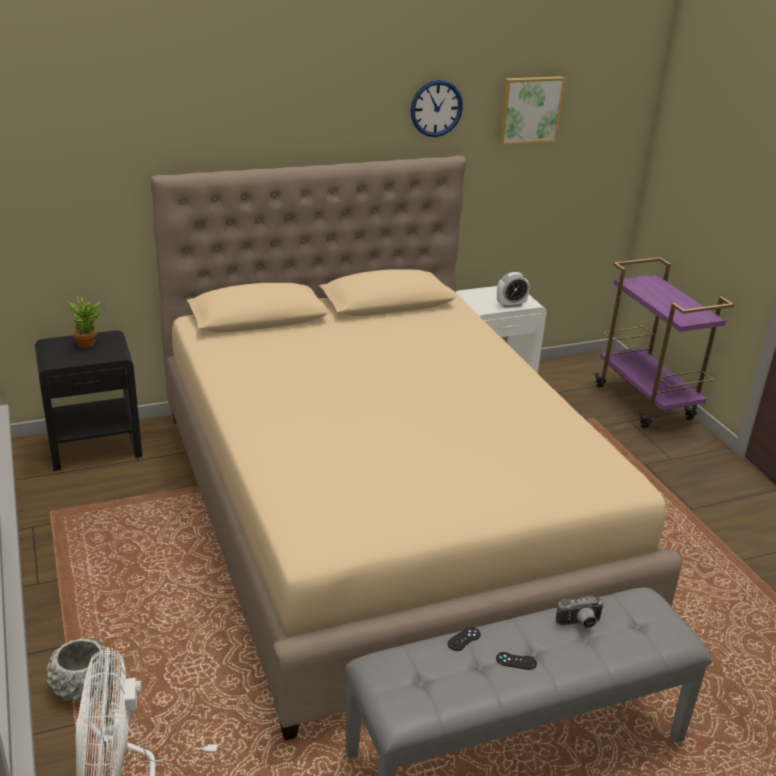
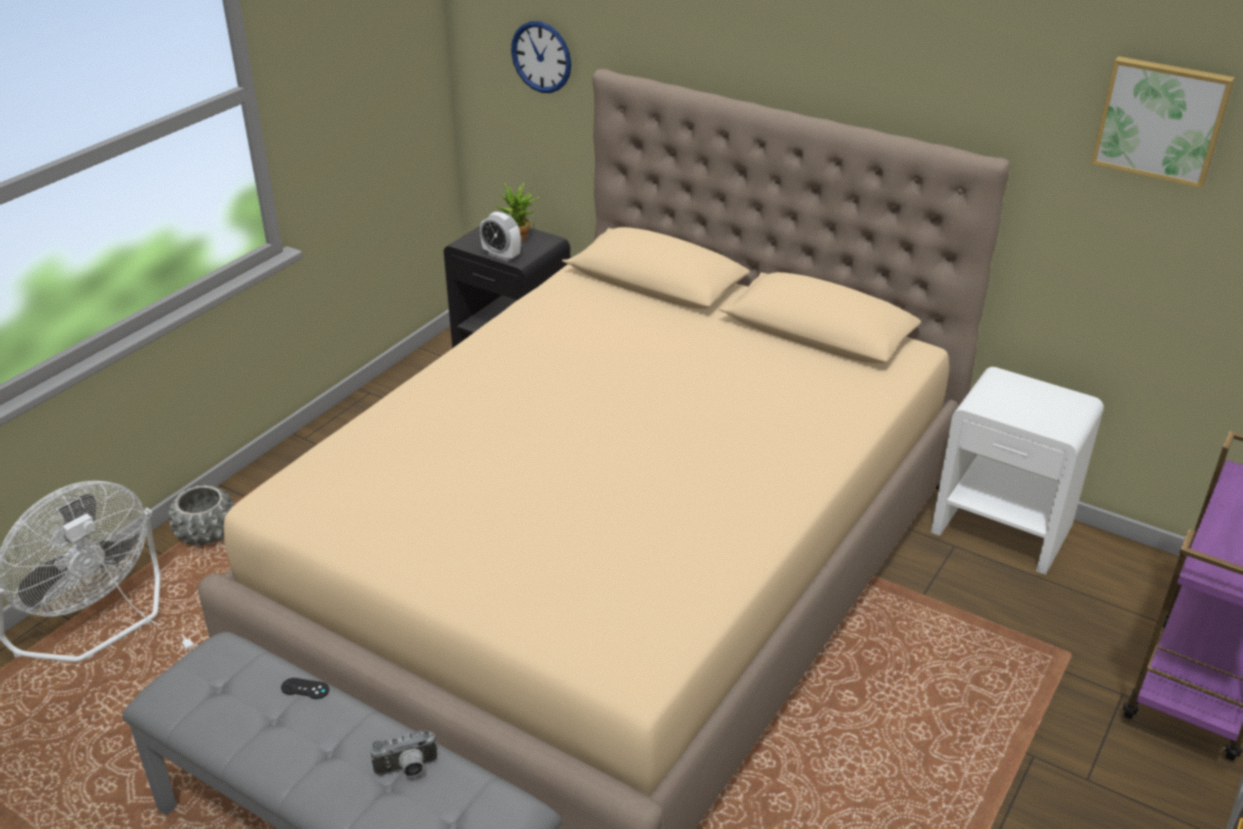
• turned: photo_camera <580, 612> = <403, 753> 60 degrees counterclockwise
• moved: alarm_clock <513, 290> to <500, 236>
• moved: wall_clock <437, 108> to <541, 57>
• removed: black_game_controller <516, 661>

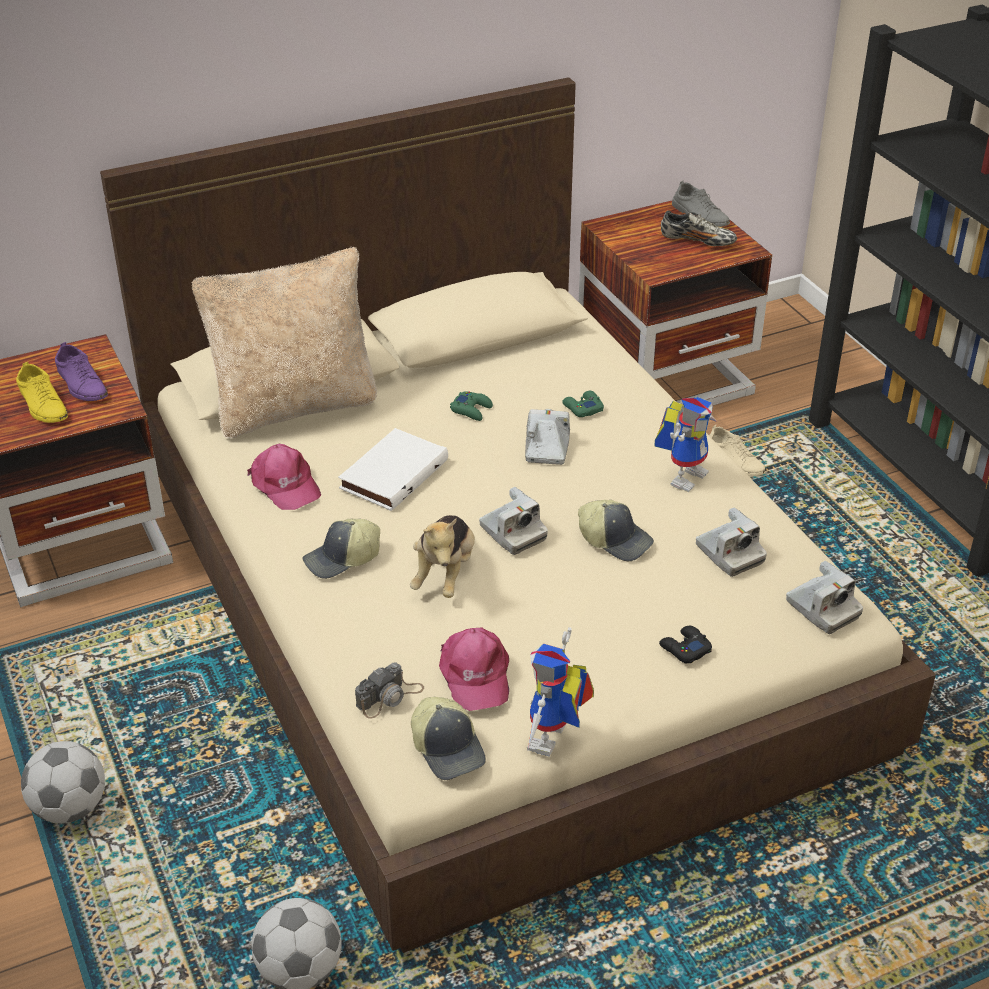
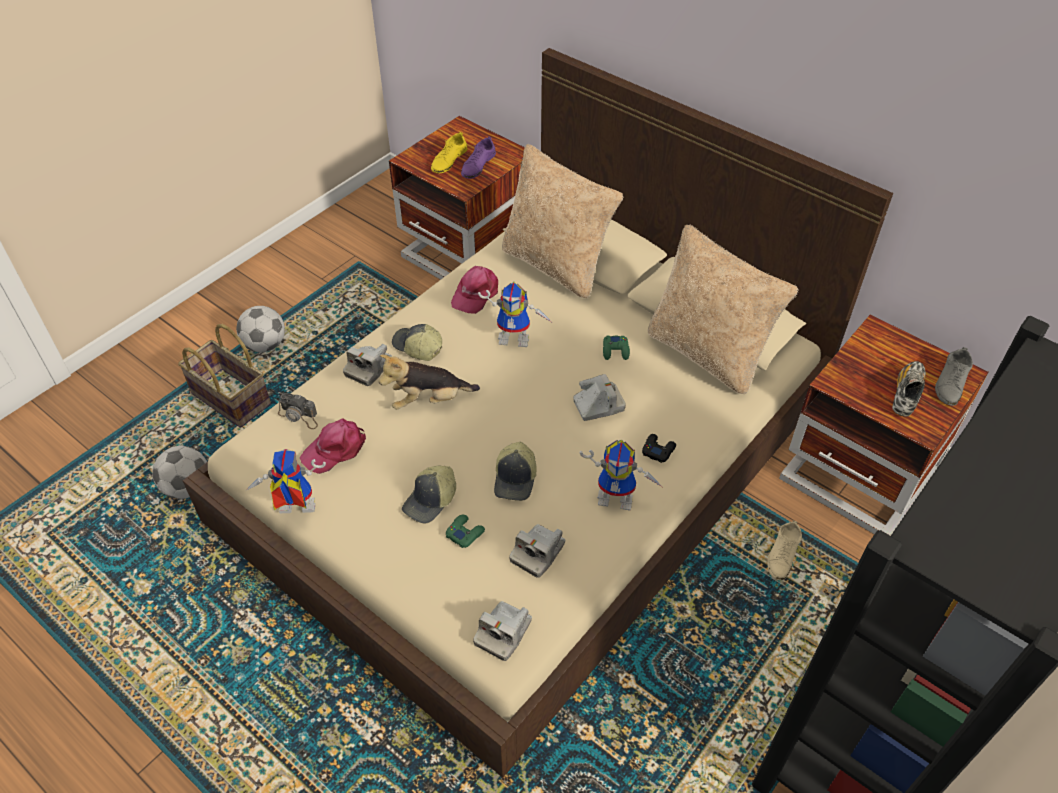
• added: basket <224, 376>
• moved: photo_camera <513, 521> to <367, 365>
• moved: cap <448, 738> to <429, 494>
• moved: green_game_controller <583, 404> to <465, 531>
• replaced: white_book <393, 469> to toy_robot <514, 314>
• moved: black_game_controller <685, 645> to <659, 448>
• added: beige_pillow <723, 309>
• turned: shoe <699, 228> = <909, 389> 150 degrees counterclockwise

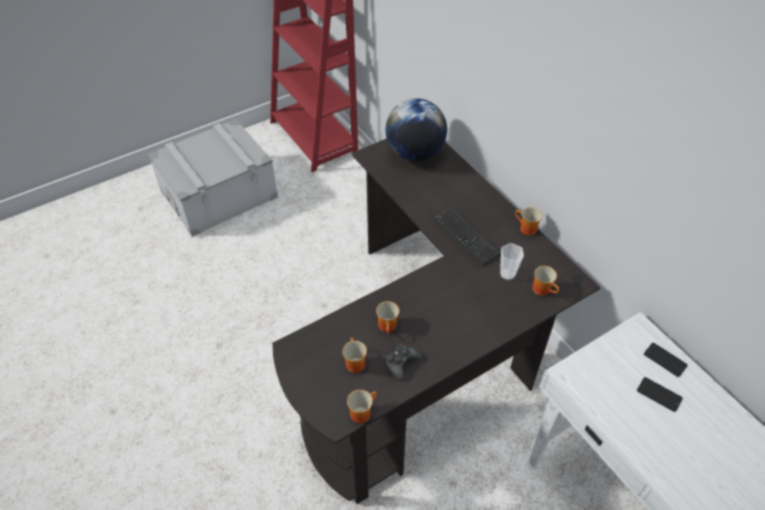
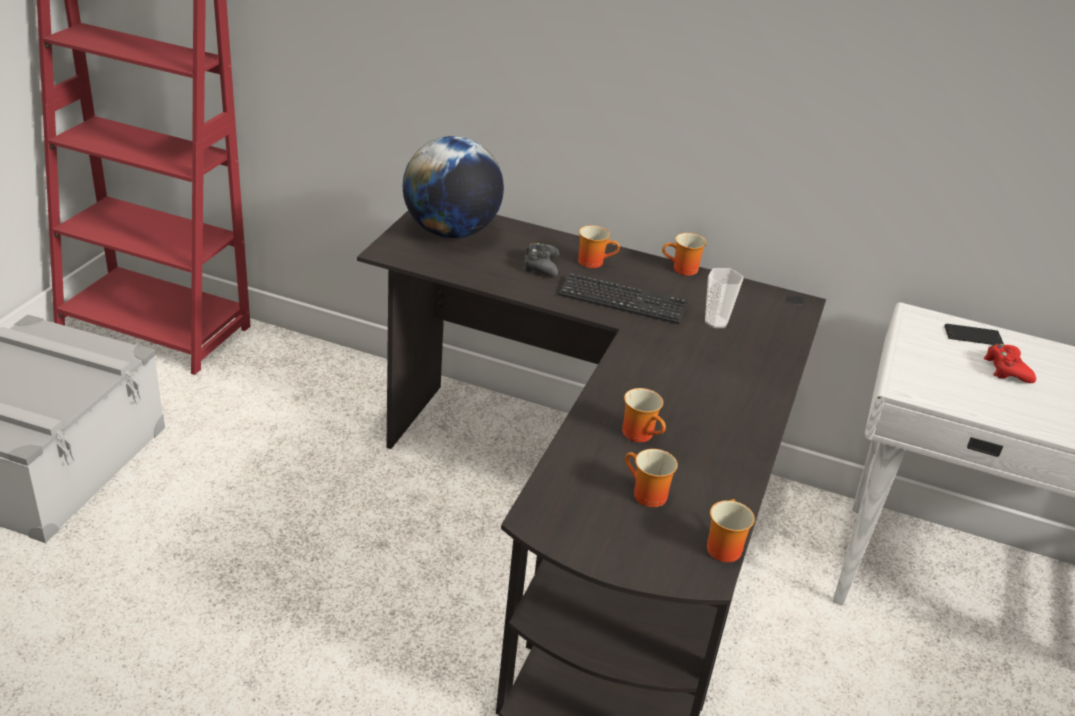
• moved: black_game_controller <402, 362> to <541, 260>
• moved: mug <545, 281> to <599, 246>
• replaced: phone <660, 394> to red_game_controller <1010, 363>

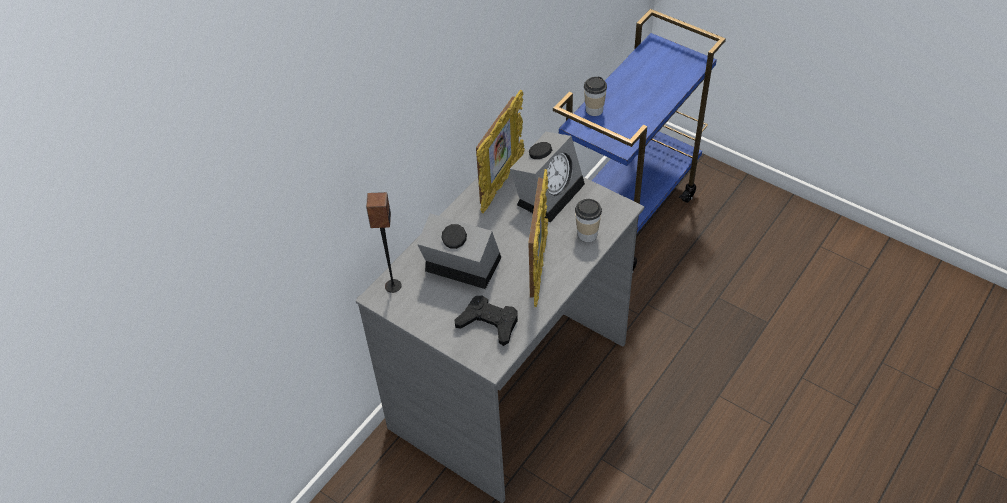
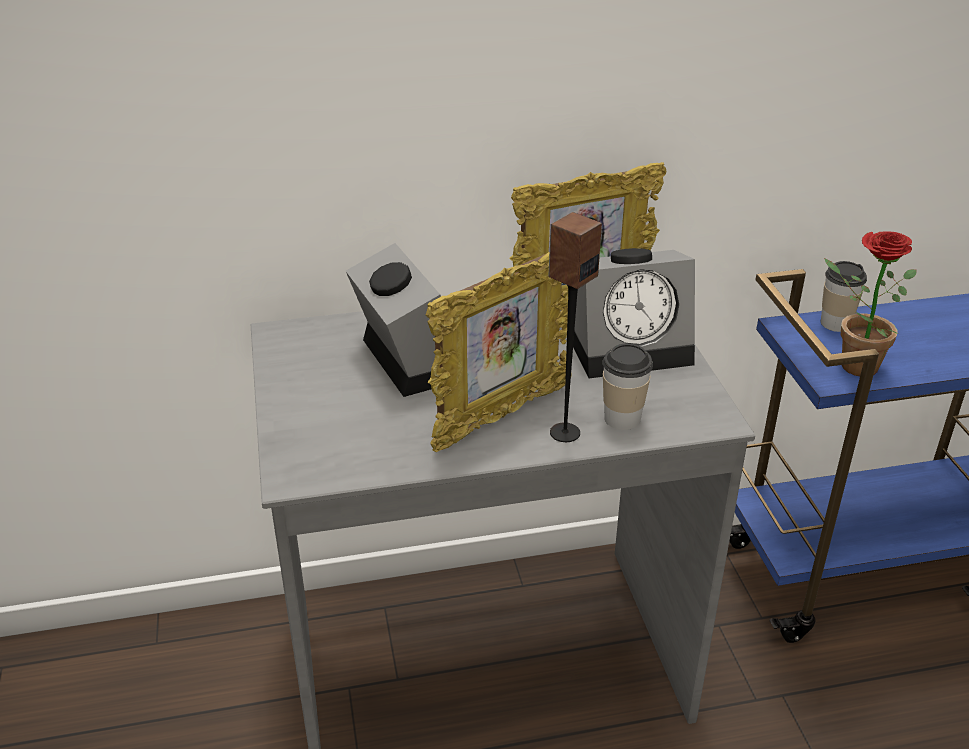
• moved: speaker <384, 242> to <575, 327>
• added: potted_plant <870, 303>
• removed: black_game_controller <486, 321>

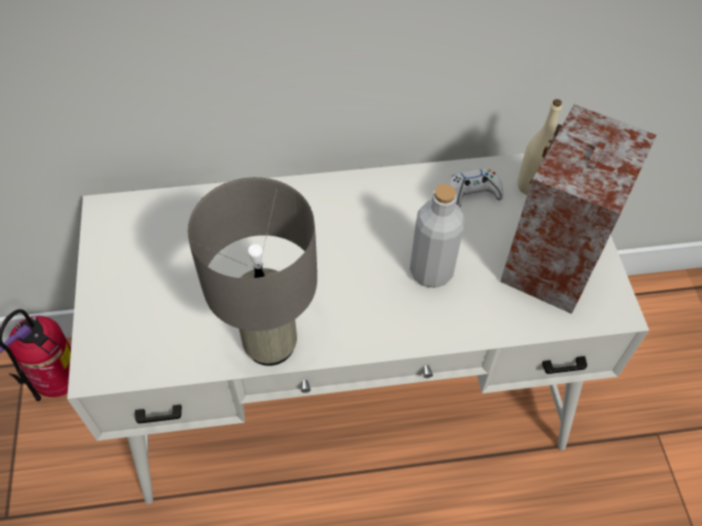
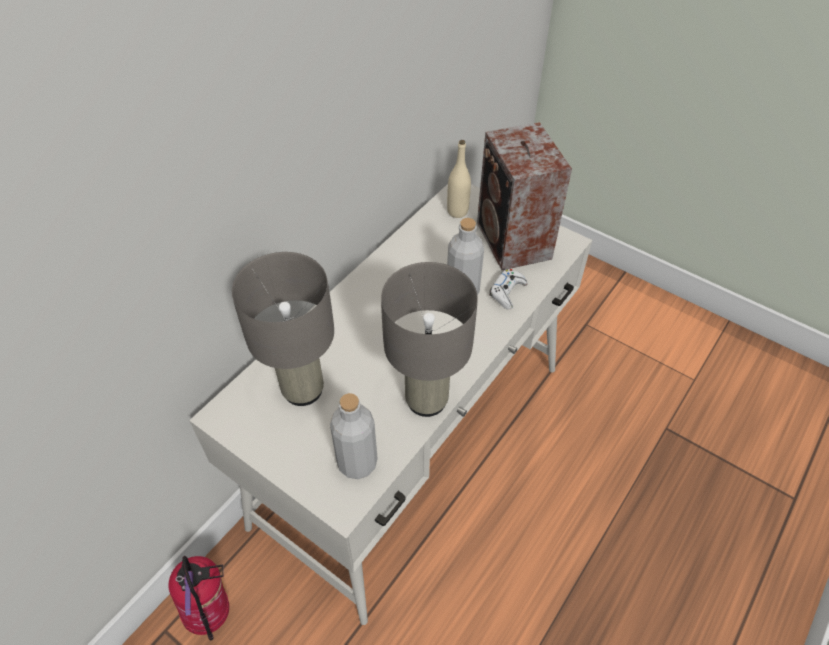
• added: grey_table_lamp <283, 329>
• added: grey_bottle <354, 436>
• moved: white_game_controller <476, 188> to <508, 289>

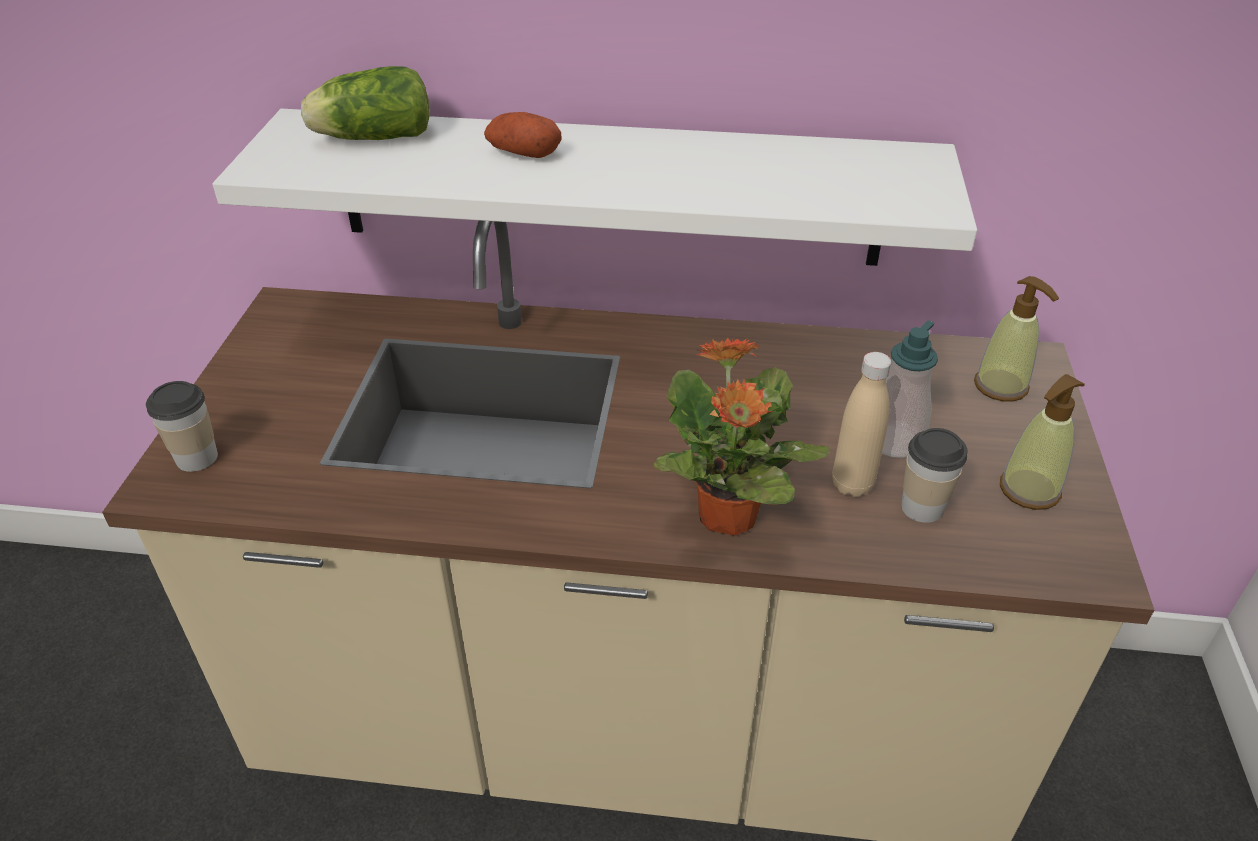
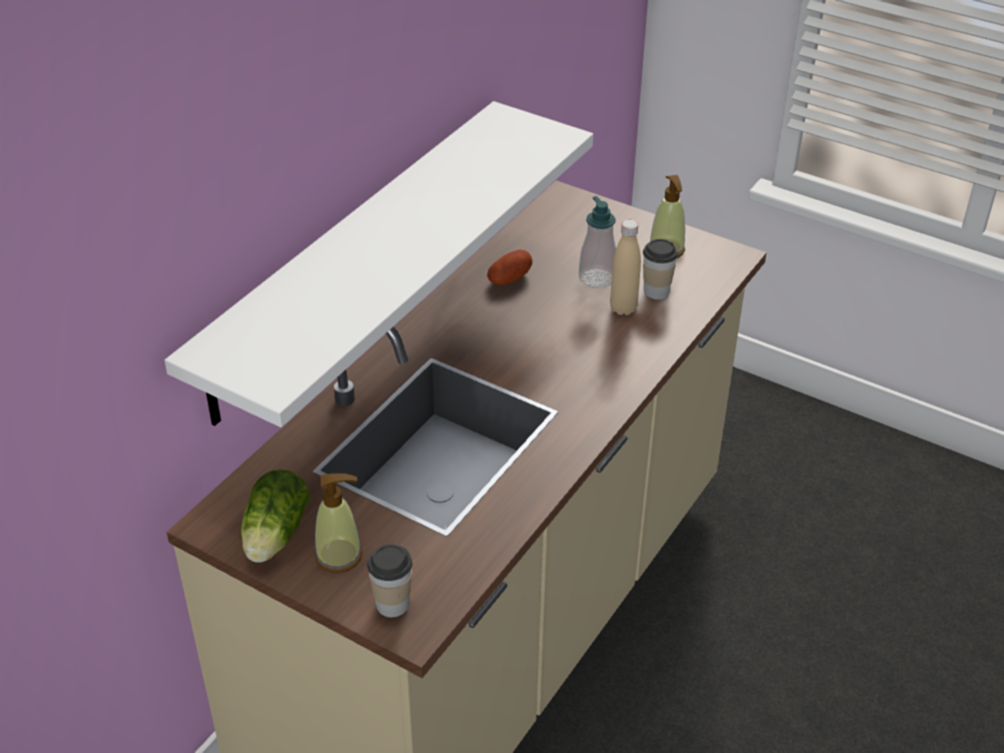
• moved: lettuce <365, 103> to <275, 516>
• moved: soap_dispenser <1016, 339> to <338, 523>
• moved: potato <523, 135> to <509, 267>
• removed: potted_plant <741, 436>

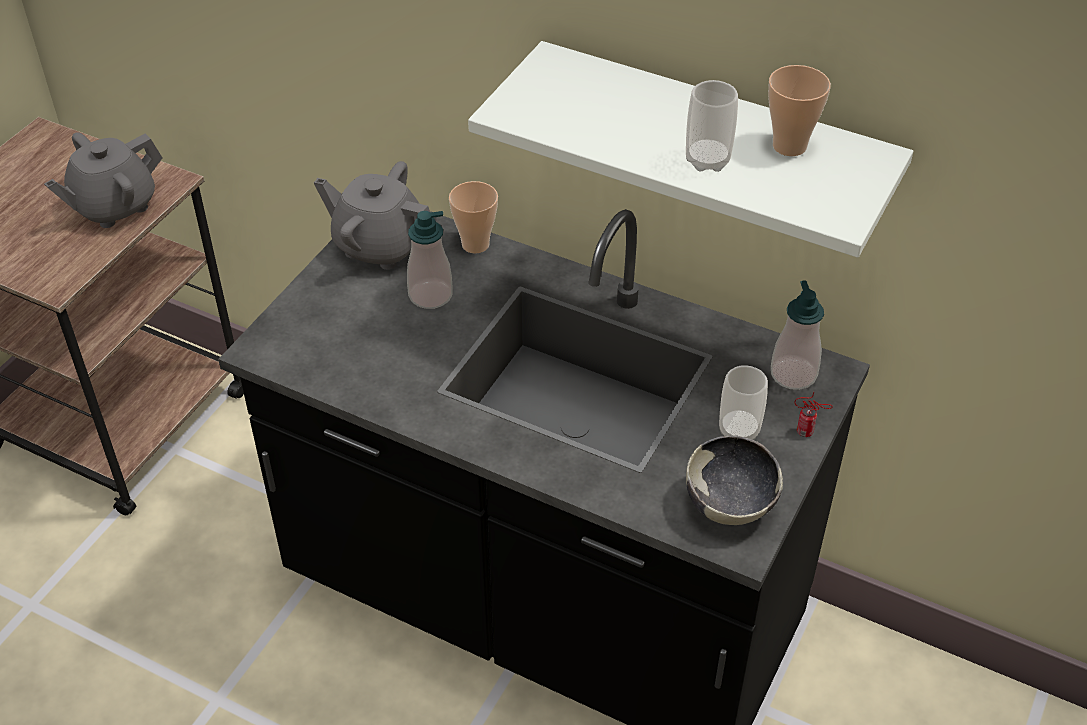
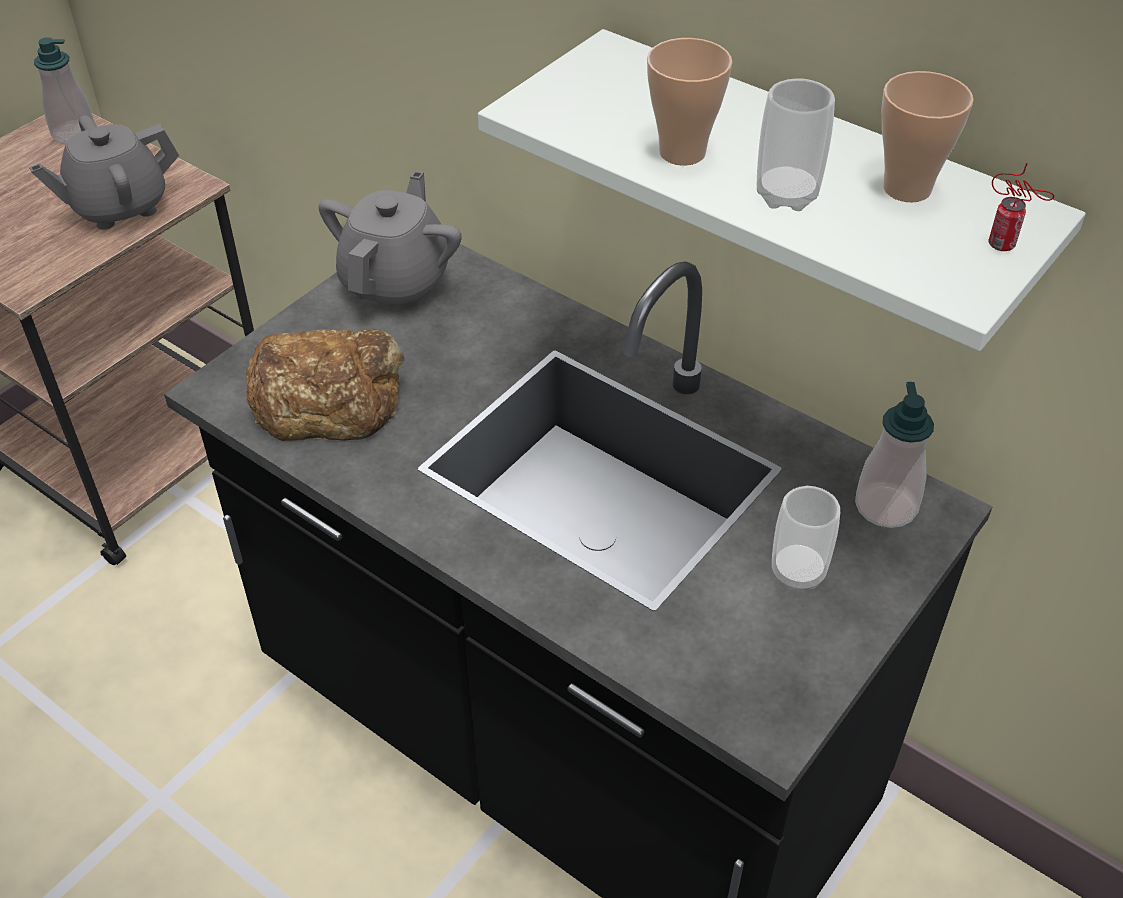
• moved: soap_dispenser <430, 260> to <64, 90>
• added: bread <324, 385>
• turned: grey_teapot <372, 215> = <390, 240> 75 degrees clockwise
• moved: cup <473, 217> to <689, 102>
• moved: can <814, 414> to <1021, 207>
• removed: bowl <734, 480>

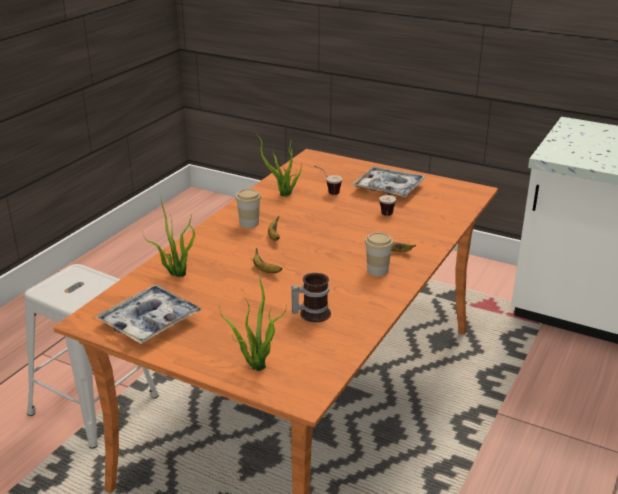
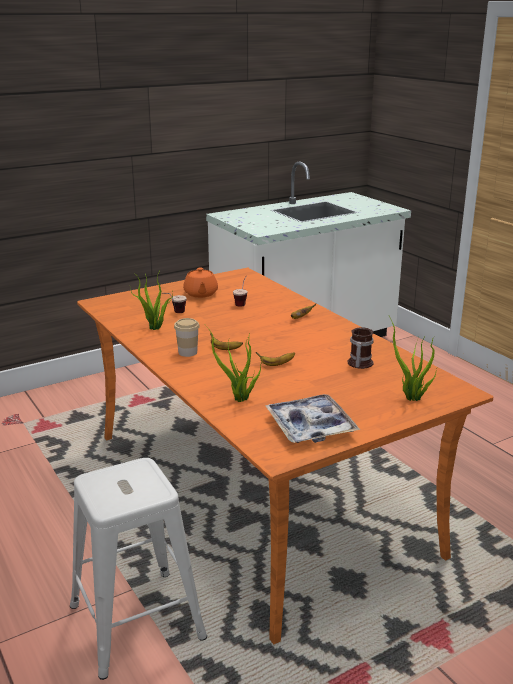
• replaced: tray <388, 182> to orange_teapot <200, 282>
• removed: cup <379, 254>

